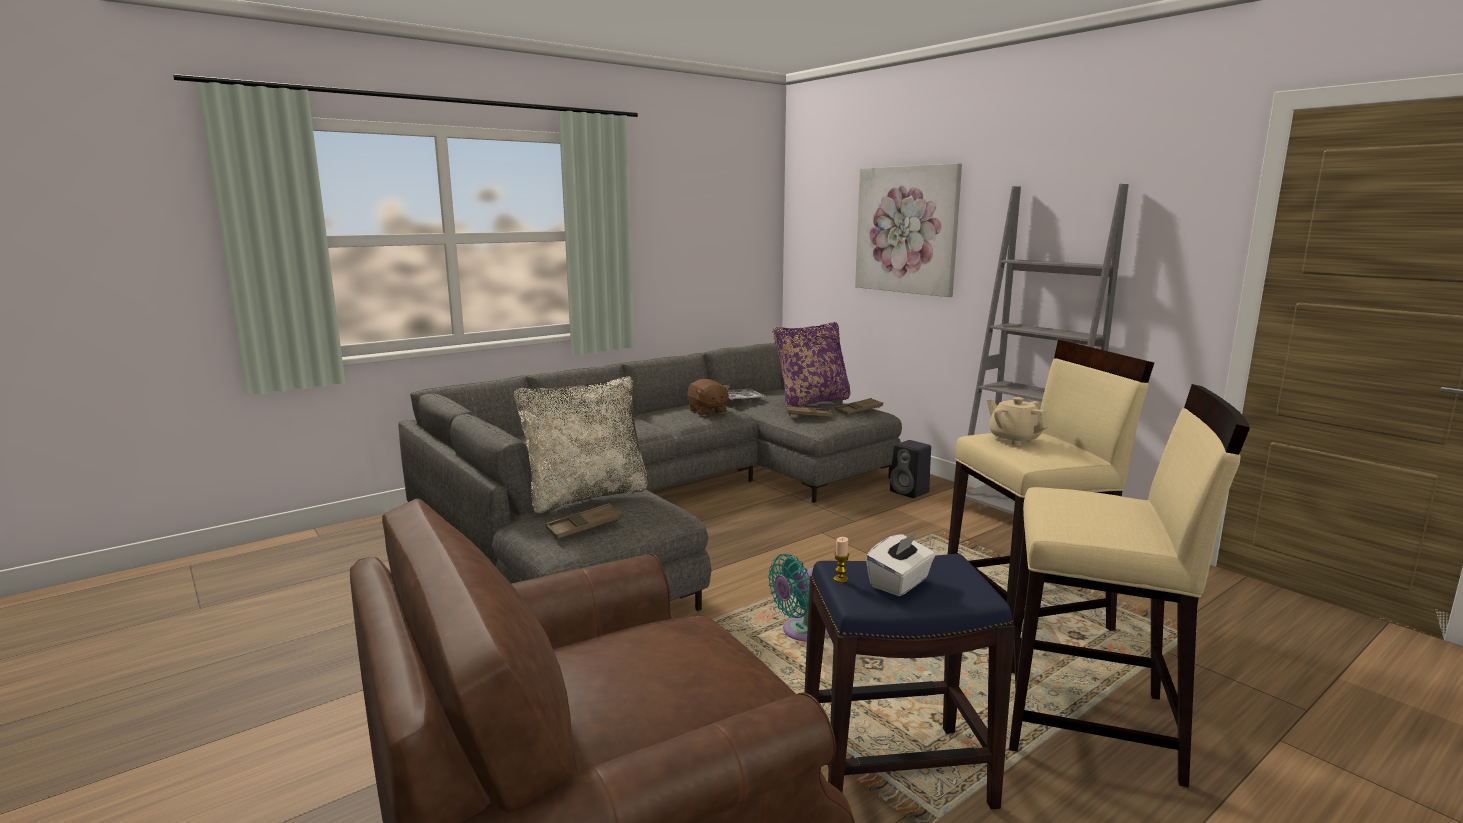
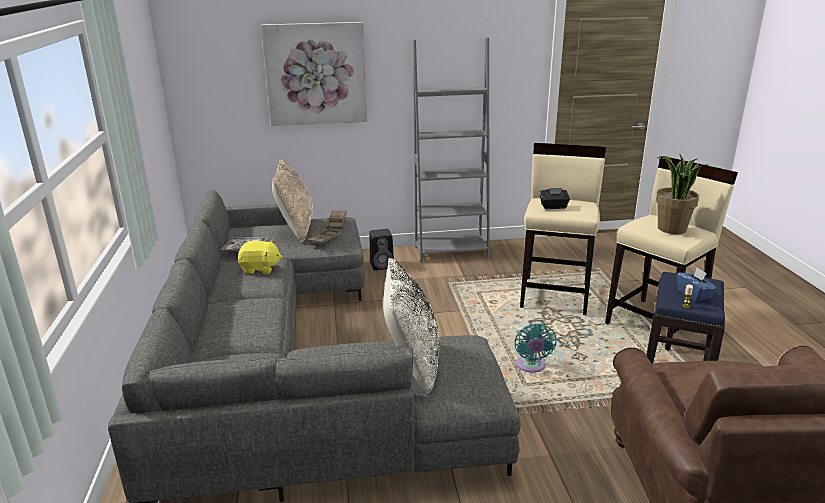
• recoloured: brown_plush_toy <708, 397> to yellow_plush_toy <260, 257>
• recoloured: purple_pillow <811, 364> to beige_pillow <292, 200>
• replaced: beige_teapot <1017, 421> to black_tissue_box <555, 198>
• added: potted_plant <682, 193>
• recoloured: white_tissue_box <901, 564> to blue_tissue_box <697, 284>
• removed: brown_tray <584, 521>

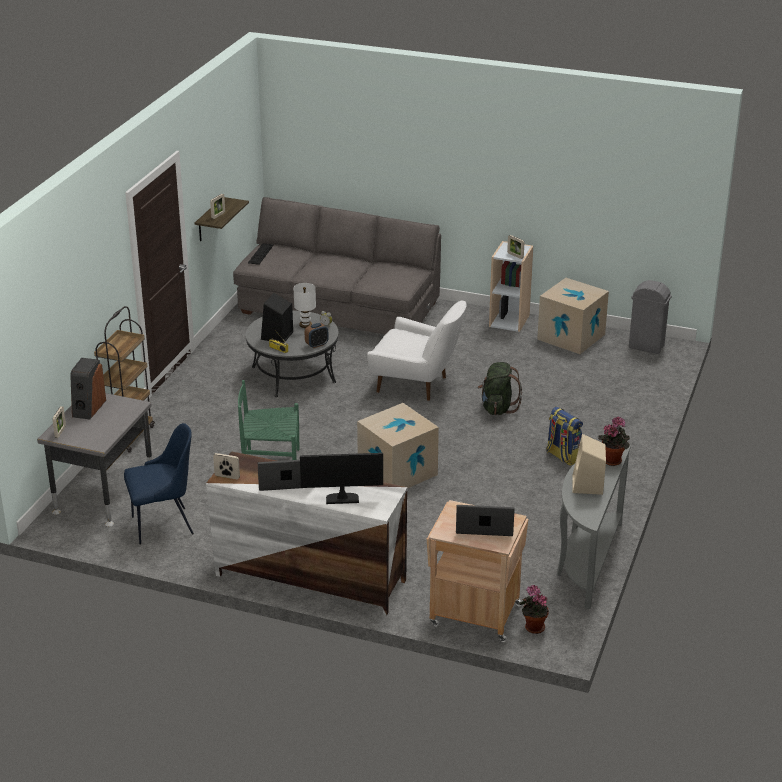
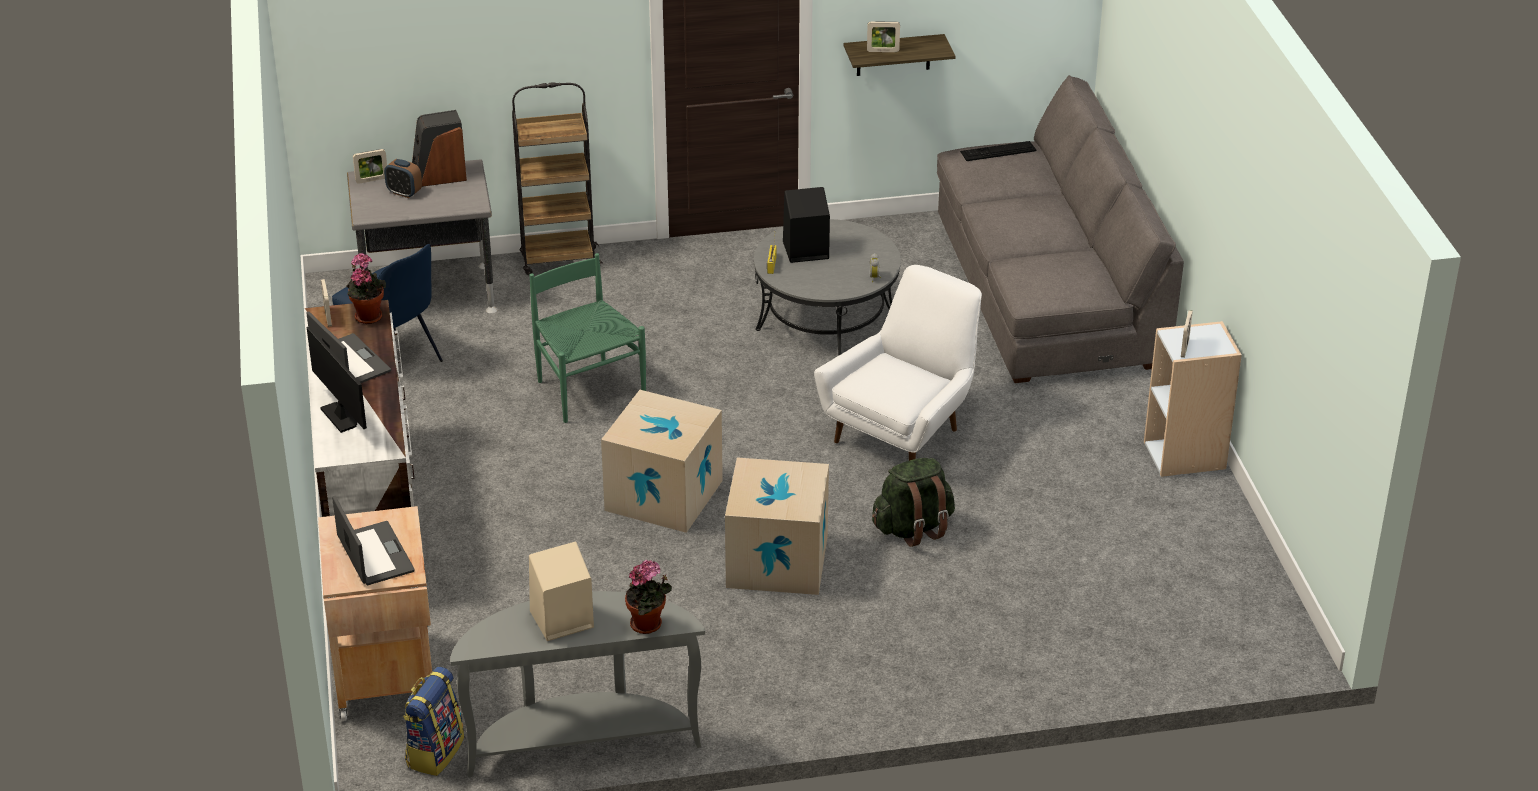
• moved: potted_plant <534, 609> to <366, 288>
• moved: alarm_clock <317, 335> to <403, 178>
• moved: backpack <564, 436> to <433, 721>
• moved: cardboard_box <573, 316> to <777, 526>
• turned: white_armchair <417, 351> = <898, 363> 135 degrees counterclockwise
• removed: white_table_lamp <304, 305>
• removed: grey_trash_can <650, 317>

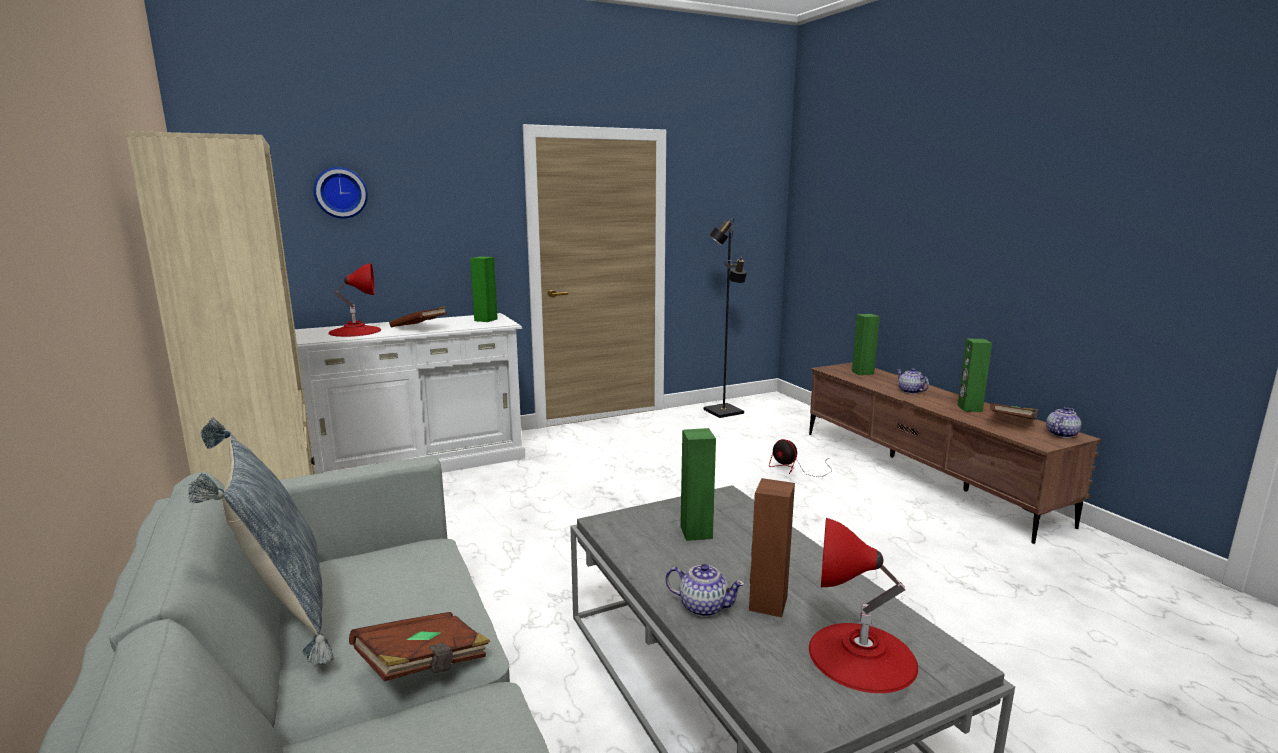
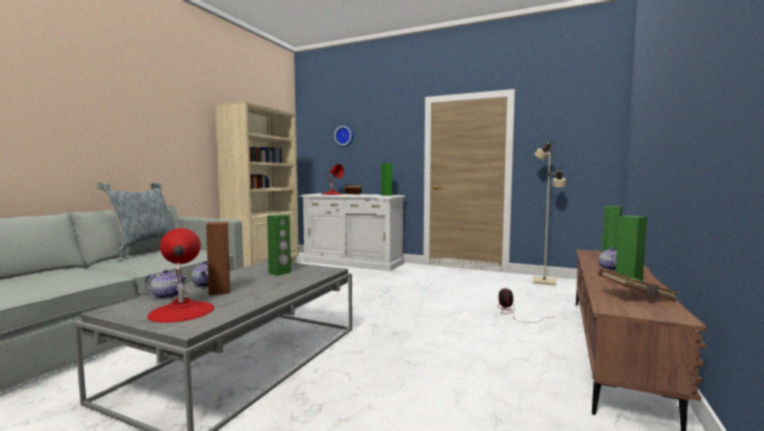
• moved: teapot <1063, 422> to <166, 284>
• recoloured: black_floor_lamp <725, 318> to beige_floor_lamp <549, 213>
• removed: brown_book <419, 646>

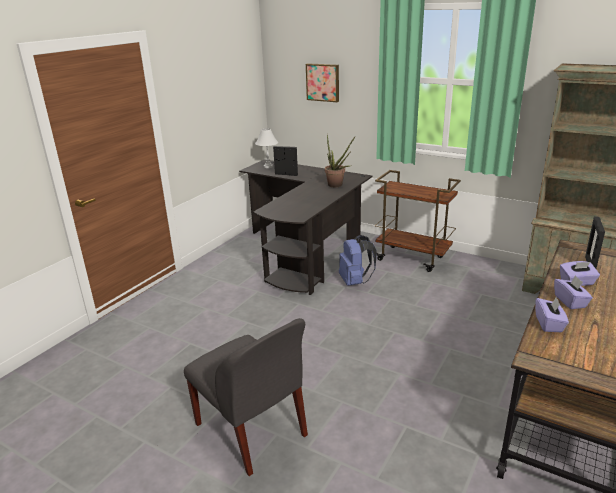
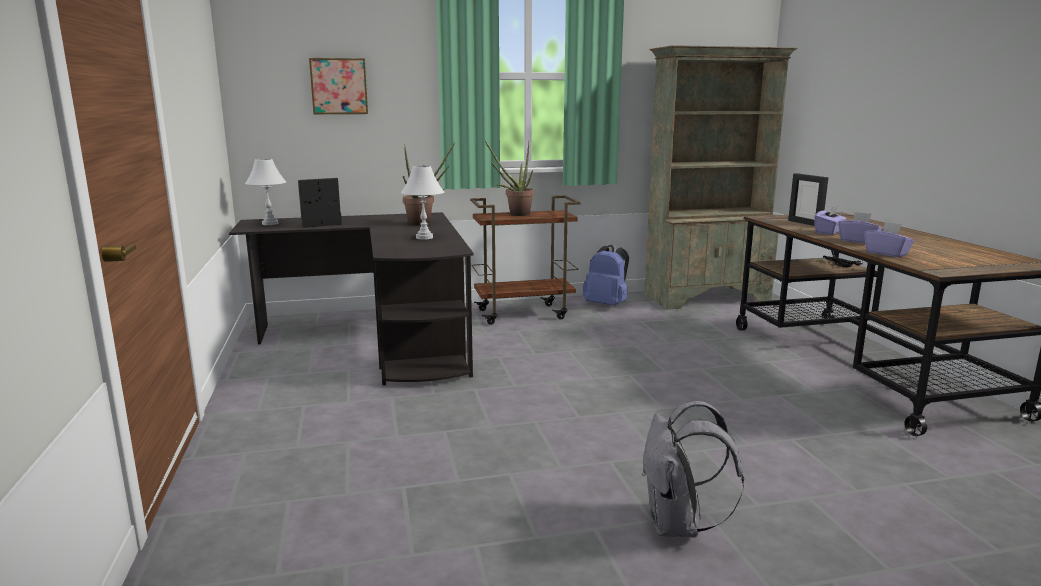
• added: white_table_lamp <422, 203>
• added: potted_plant <509, 178>
• moved: blue_backpack <358, 260> to <606, 275>
• replaced: grey_chair <246, 397> to grey_backpack <693, 469>

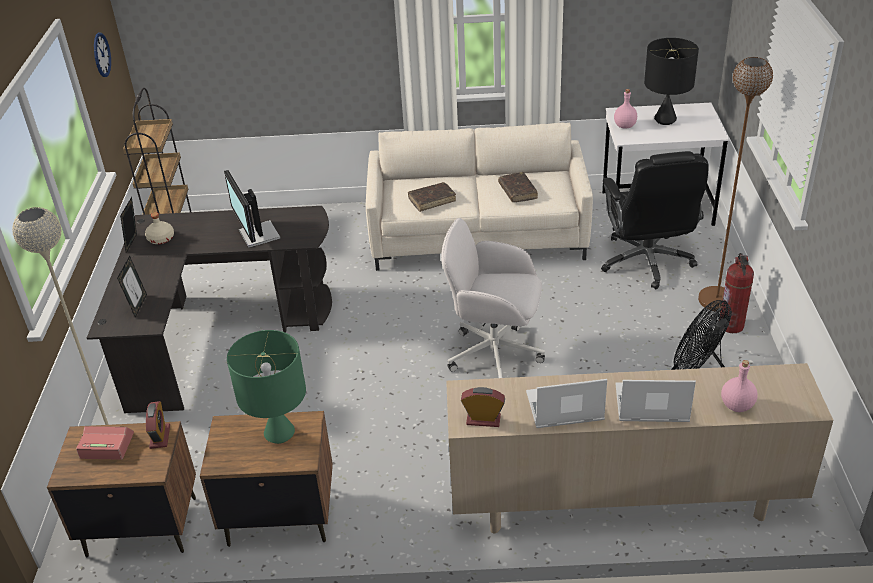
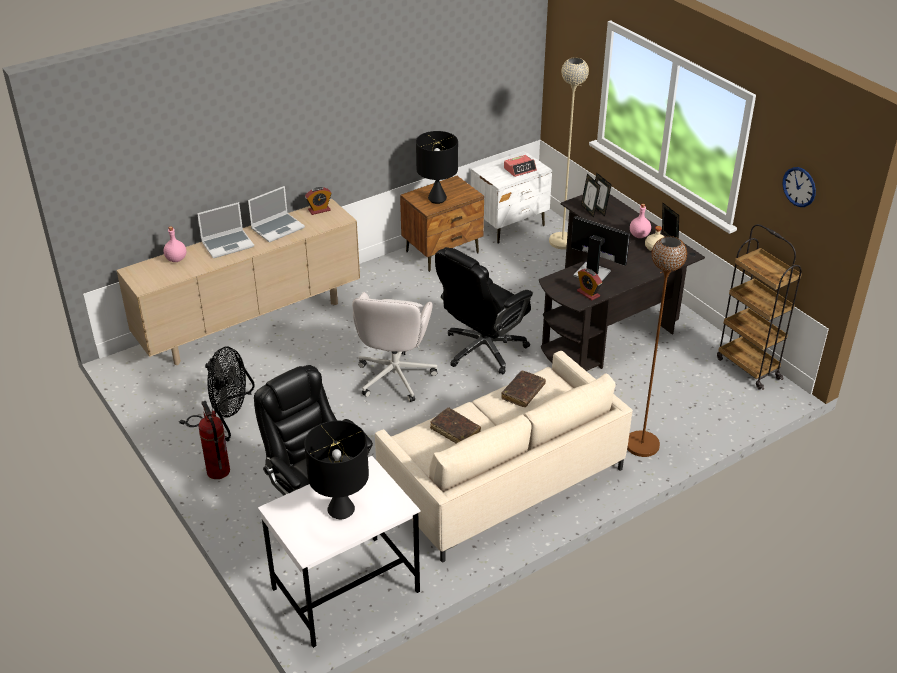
• turned: white_office_chair <493, 298> = <394, 347> 120 degrees clockwise
• recoloured: green_table_lamp <266, 387> to black_table_lamp <437, 167>
• added: black_office_chair <484, 310>
• recoloured: brown_nightstand <121, 489> to white_nightstand <511, 197>
• moved: alarm_clock <158, 425> to <589, 285>
• added: picture_frame <590, 195>
• moved: brown_floor_lamp <735, 184> to <657, 346>
• moved: pink_bottle <625, 109> to <640, 221>

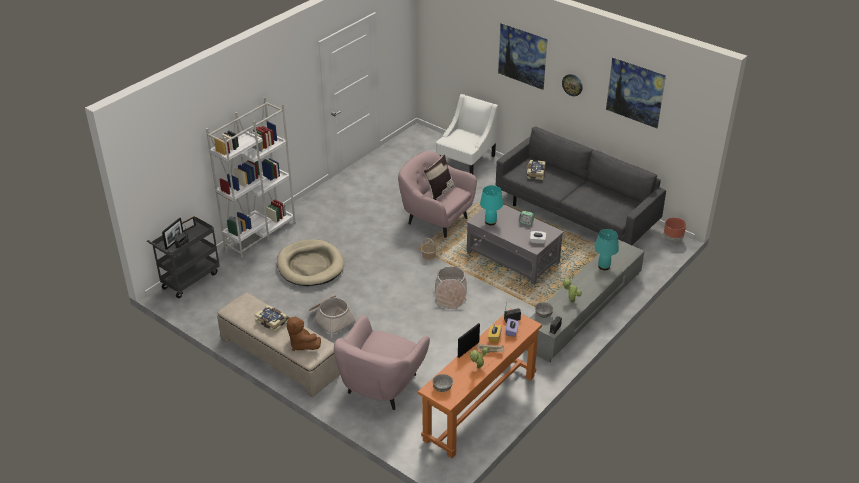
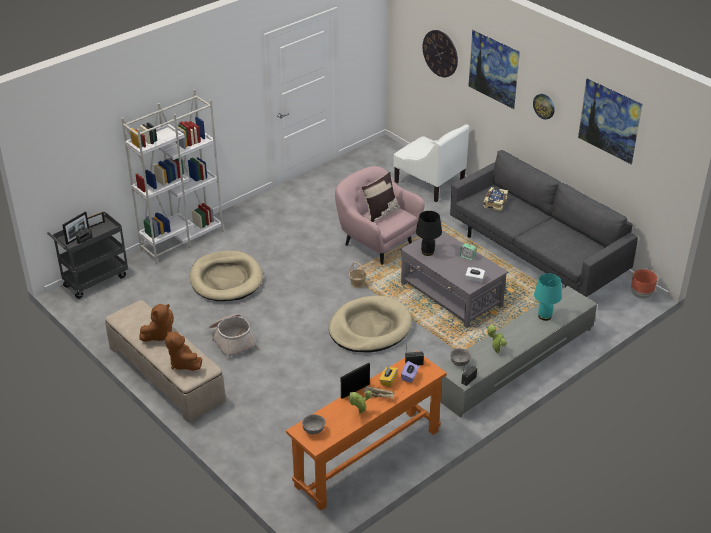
• replaced: book <271, 318> to brown_plush_toy <156, 323>
• replaced: basket <451, 287> to beige_dog_bed <370, 324>
• turned: white_armchair <467, 134> = <431, 163> 90 degrees clockwise
• recoloured: turquoise_table_lamp <491, 205> to black_table_lamp <429, 233>
• added: wall_clock <440, 53>
• removed: pink_armchair <382, 363>

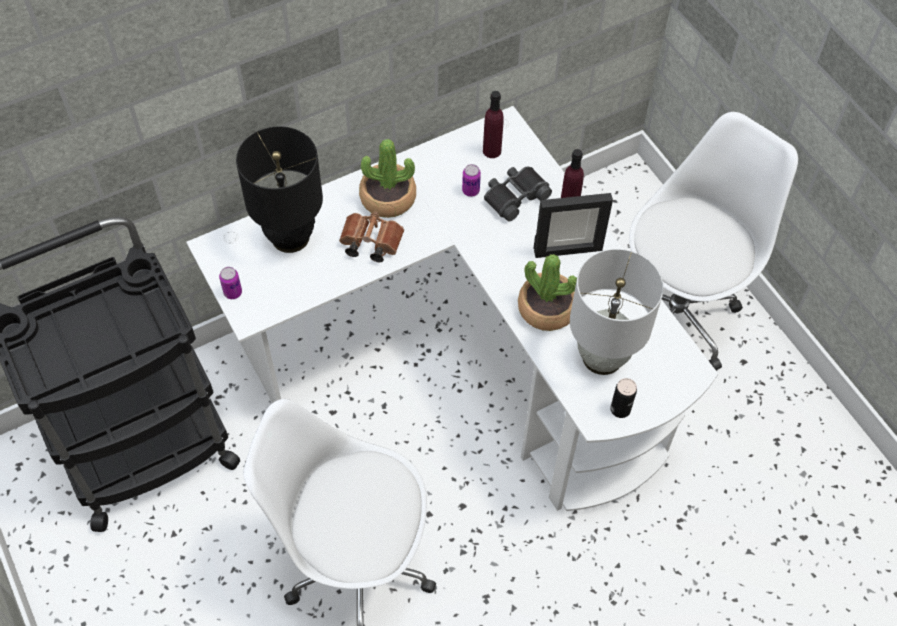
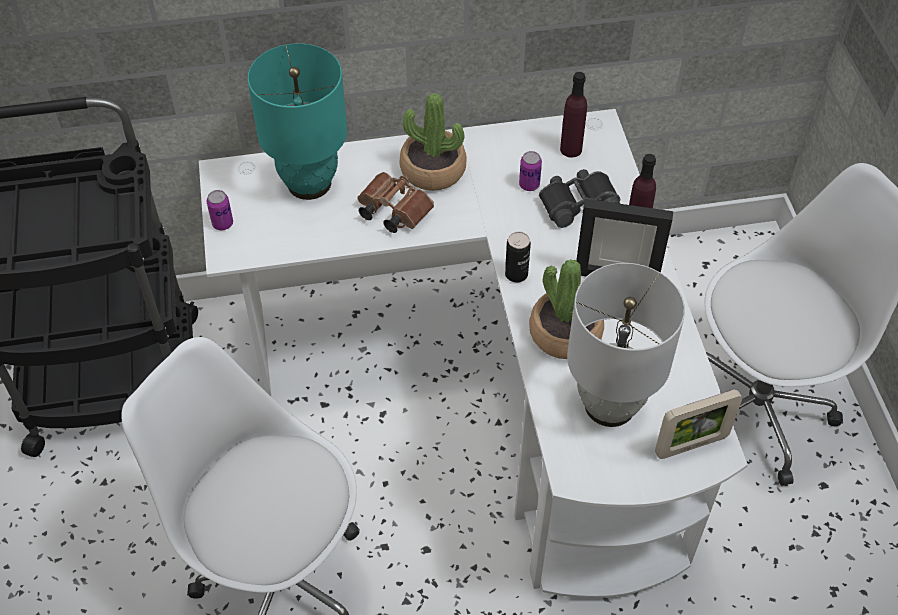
• recoloured: black_table_lamp <279, 190> to turquoise_table_lamp <297, 121>
• moved: can <623, 398> to <518, 257>
• added: picture_frame <699, 424>

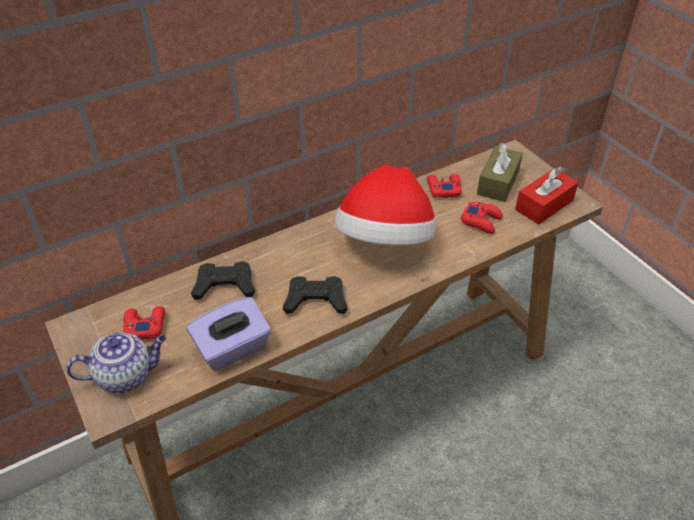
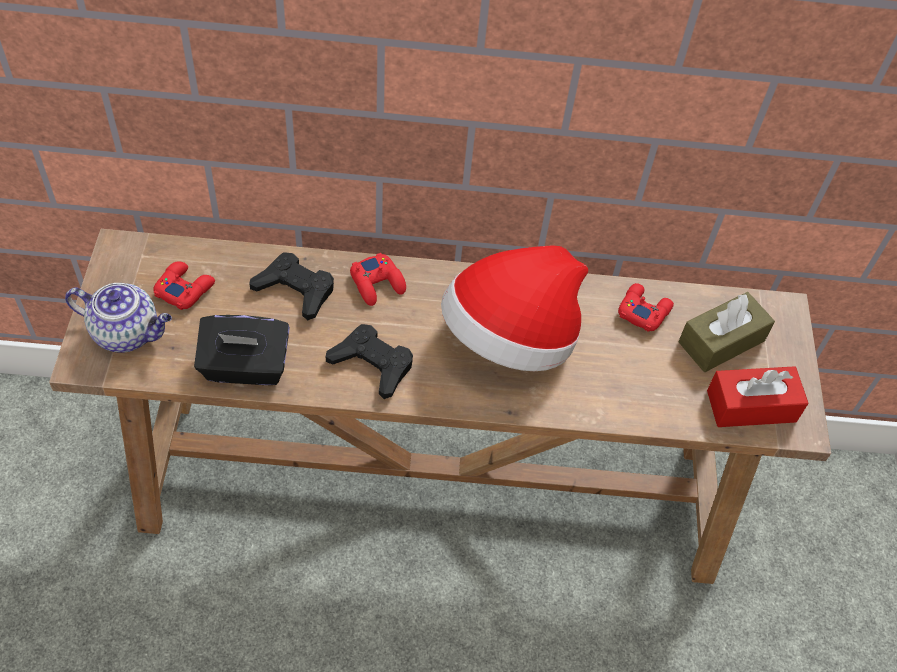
• recoloured: purple_tissue_box <229, 334> to black_tissue_box <242, 350>
• moved: red_game_controller <482, 217> to <378, 279>

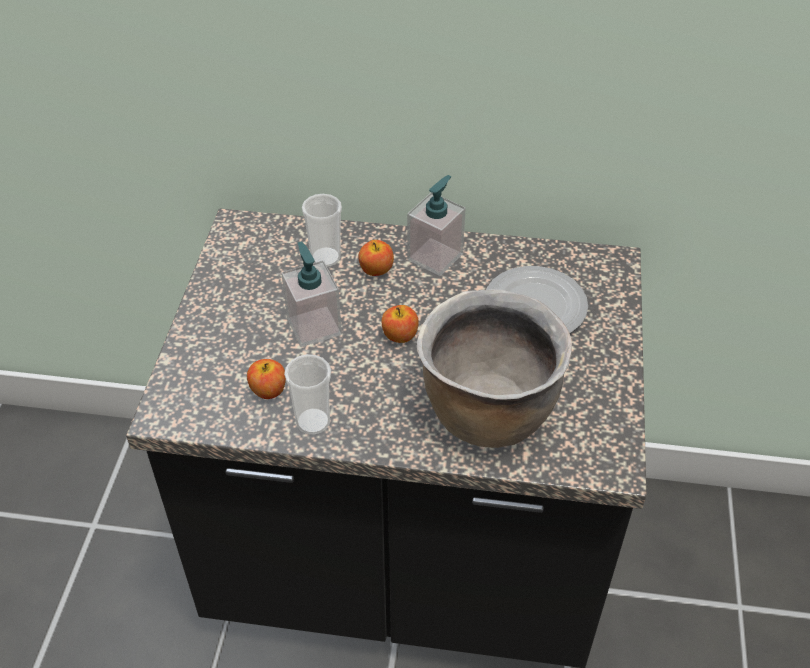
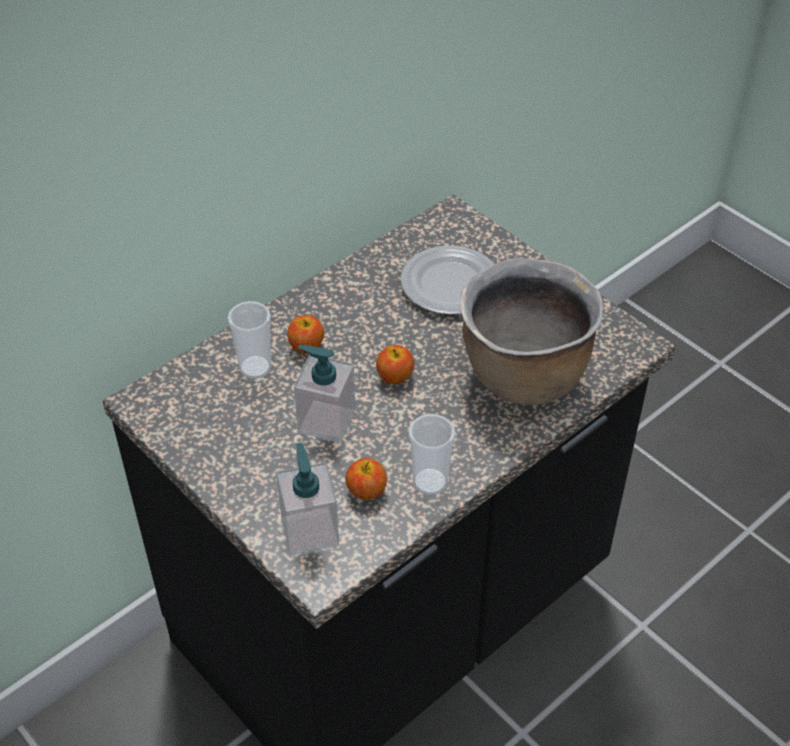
• moved: soap_dispenser <436, 225> to <307, 499>

